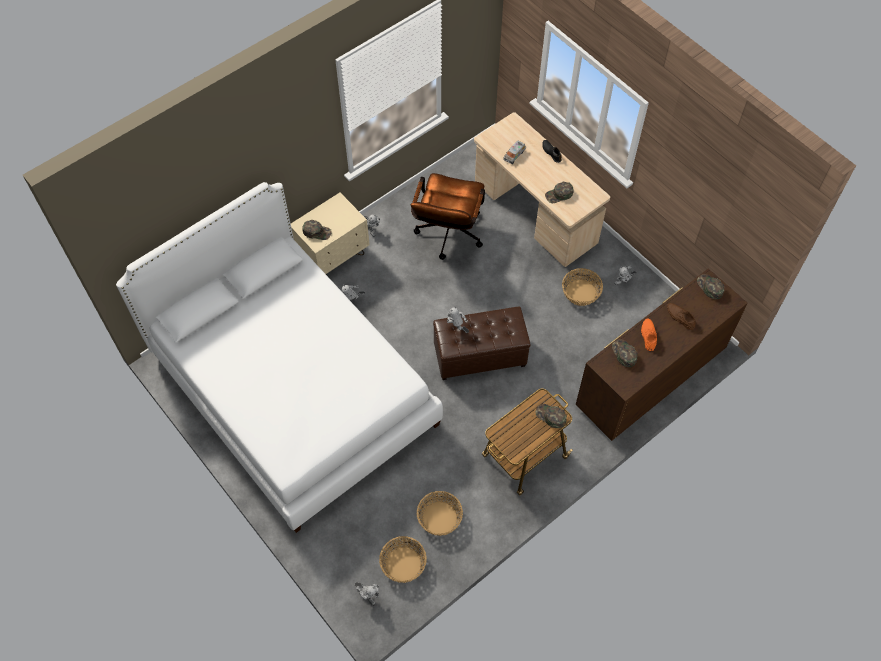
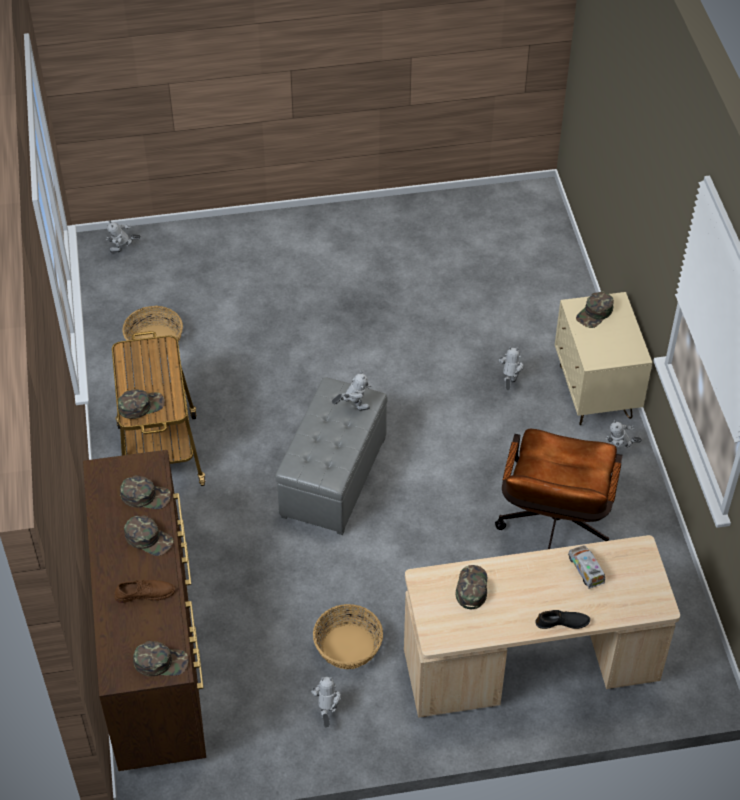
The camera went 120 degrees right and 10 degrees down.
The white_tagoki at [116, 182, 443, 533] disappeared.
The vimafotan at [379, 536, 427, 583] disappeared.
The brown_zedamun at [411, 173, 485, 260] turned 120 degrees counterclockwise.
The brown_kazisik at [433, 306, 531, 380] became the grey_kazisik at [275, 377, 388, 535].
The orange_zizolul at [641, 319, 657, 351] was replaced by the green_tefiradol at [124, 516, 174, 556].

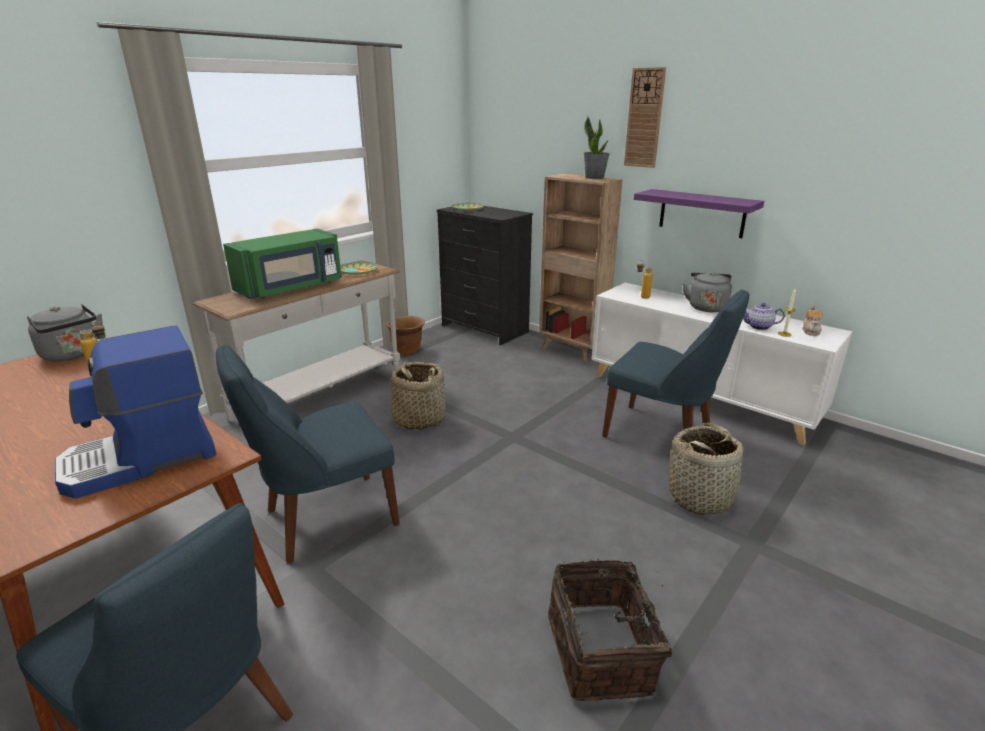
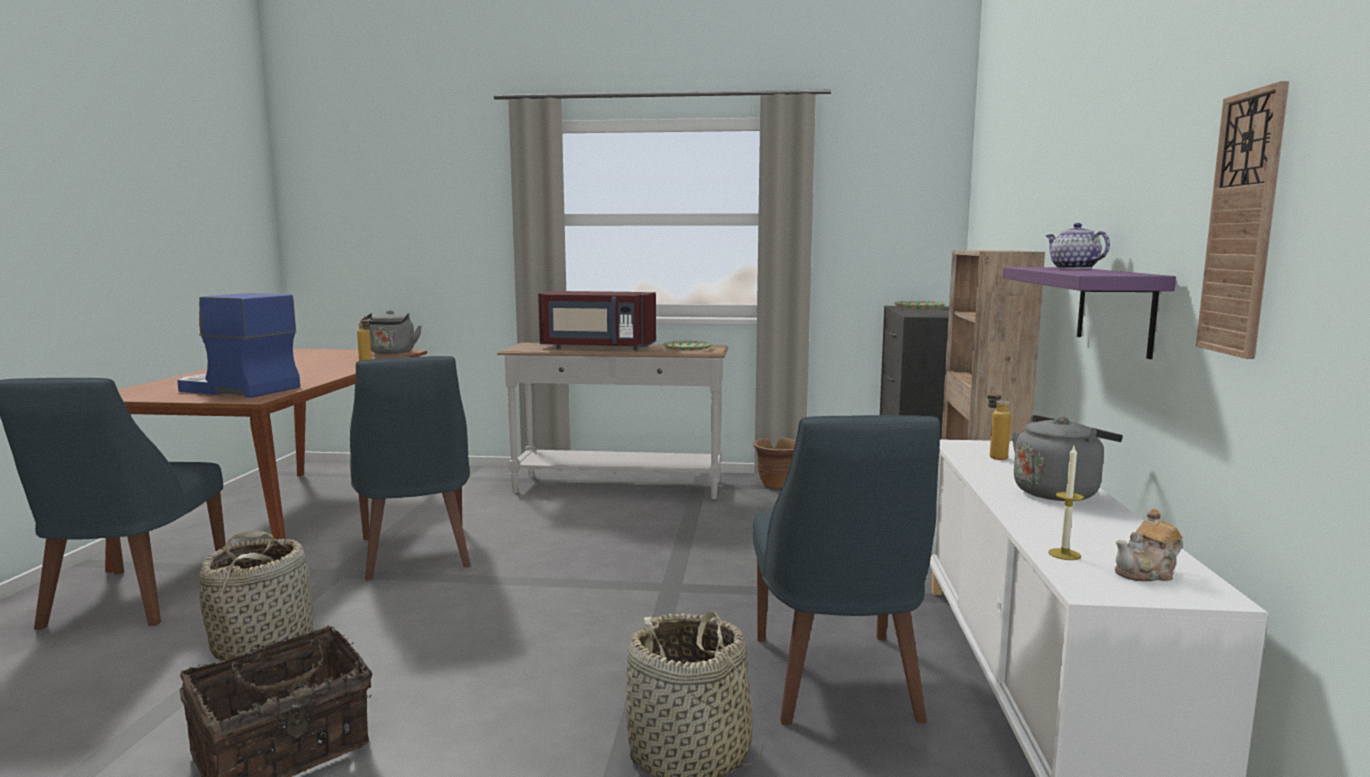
The camera went 55 degrees right and 15 degrees down.
The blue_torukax at [216, 344, 400, 564] turned 135 degrees counterclockwise.
The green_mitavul at [223, 228, 342, 299] became the red_mitavul at [538, 291, 656, 350].
The vimafotan moved from [391, 362, 446, 430] to [199, 531, 313, 661].
The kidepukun at [584, 116, 610, 179] disappeared.
The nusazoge moved from [624, 67, 666, 168] to [1196, 81, 1289, 359].
The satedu moved from [743, 303, 785, 330] to [1046, 223, 1110, 269].

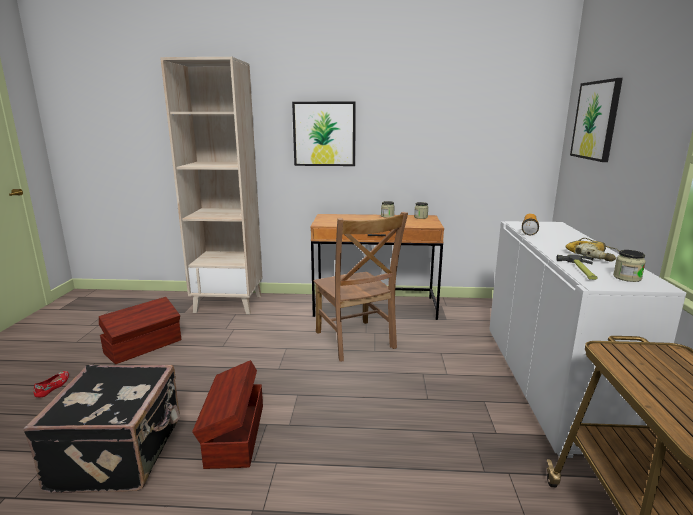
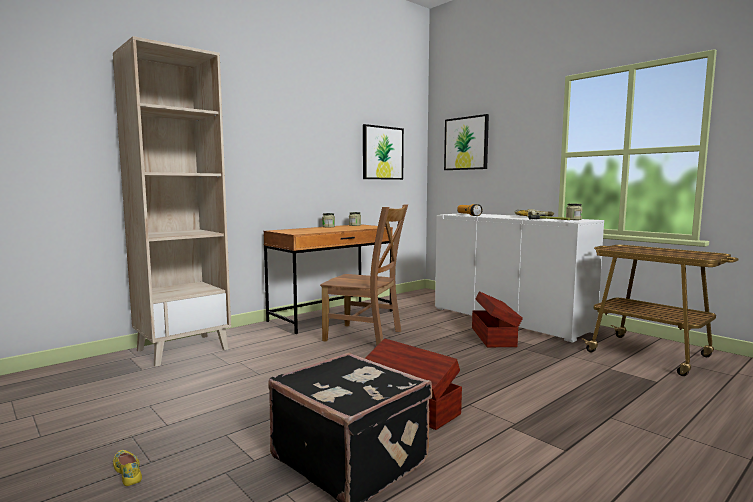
The camera went 45 degrees left and 10 degrees down.
The red_zizolul at [34, 371, 69, 397] became the yellow_zizolul at [113, 450, 142, 486].
The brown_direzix moved from [99, 297, 181, 364] to [472, 291, 523, 347].
The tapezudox moved from [292, 102, 356, 166] to [363, 124, 404, 180].

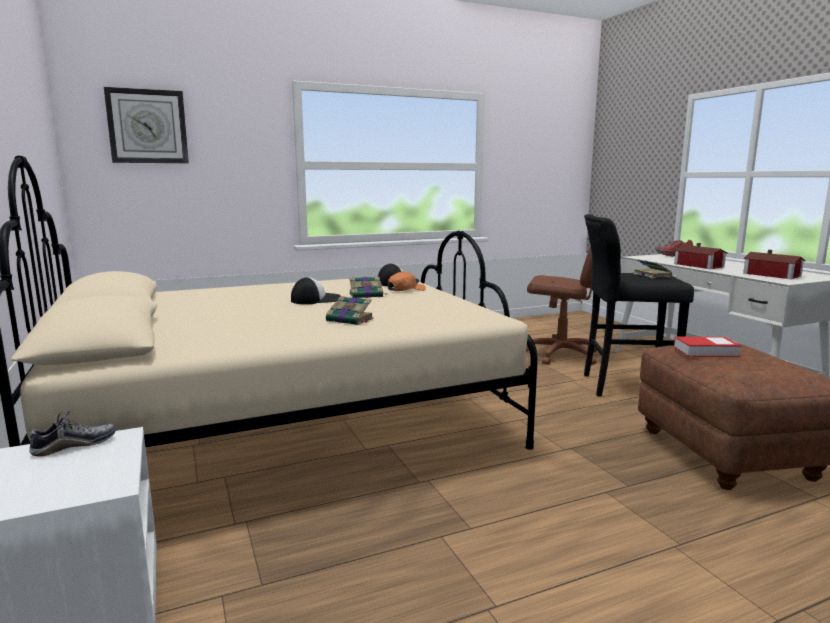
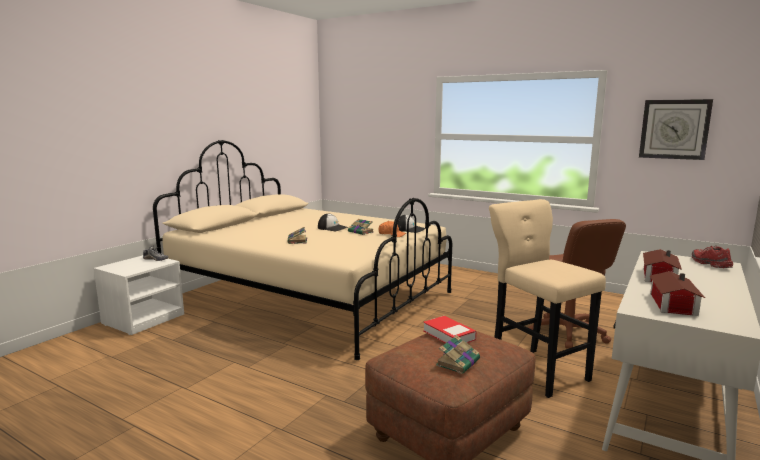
The camera went 55 degrees right and 0 degrees up.
The nusazoge moved from [104, 87, 189, 163] to [639, 99, 713, 160].
The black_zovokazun at [584, 214, 694, 397] became the beige_zovokazun at [489, 199, 606, 398].
The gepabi moved from [633, 259, 672, 279] to [436, 335, 480, 374].

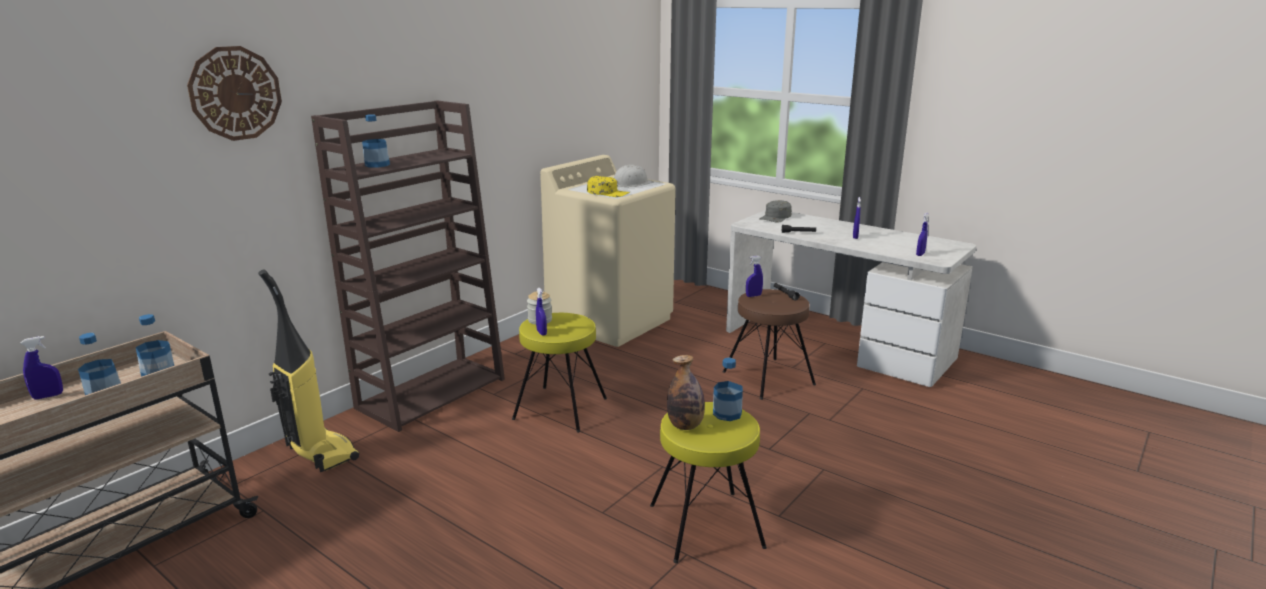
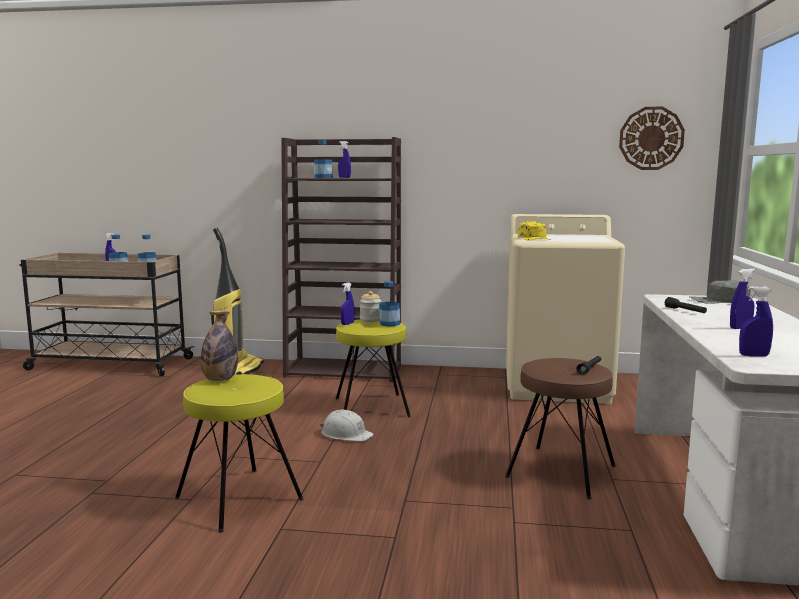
The camera went 60 degrees right and 10 degrees down.
The nusazoge moved from [187, 46, 282, 141] to [619, 107, 685, 170].
The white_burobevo moved from [614, 165, 654, 187] to [320, 410, 374, 442].
The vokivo moved from [713, 357, 743, 421] to [379, 281, 400, 326].
The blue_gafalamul moved from [746, 256, 763, 297] to [338, 141, 351, 178].

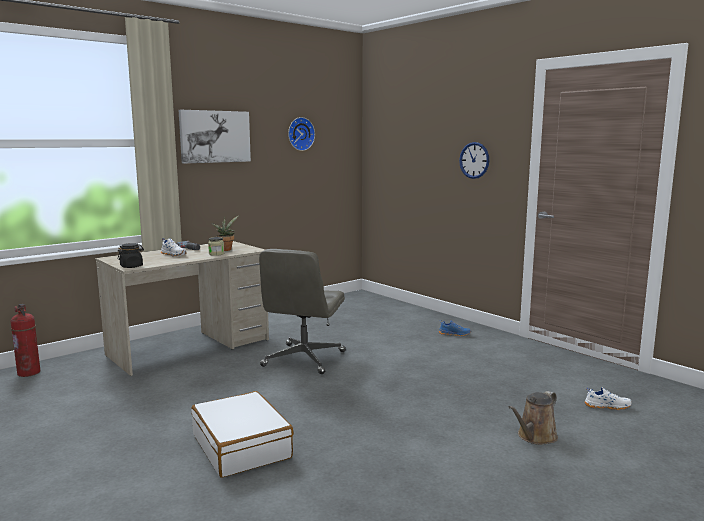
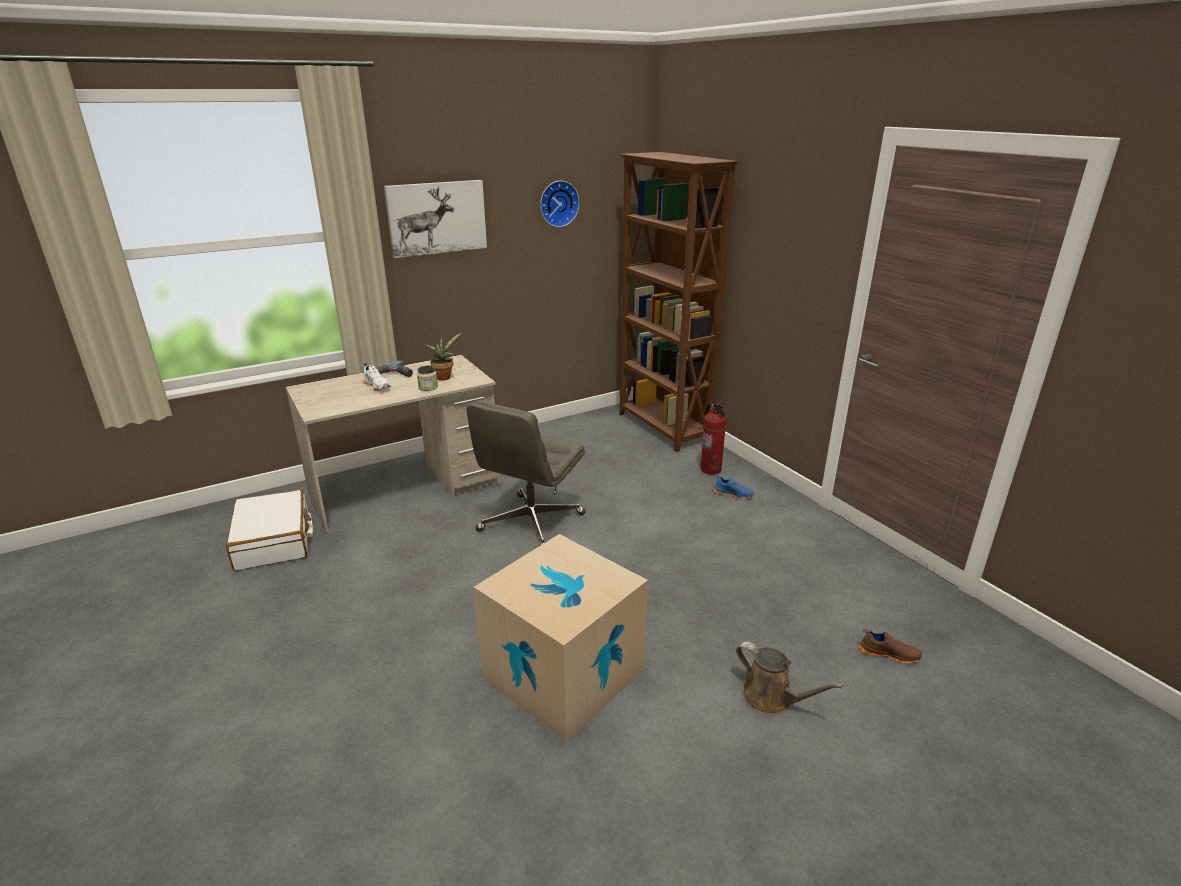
The camera went 10 degrees right and 15 degrees up.
The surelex moved from [11, 304, 40, 377] to [700, 403, 726, 475].
The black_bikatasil at [118, 243, 144, 268] disappeared.
The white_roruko moved from [191, 391, 294, 478] to [226, 489, 313, 571].
The nusazoge at [459, 142, 489, 179] disappeared.
The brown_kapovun at [508, 391, 558, 445] turned 105 degrees counterclockwise.
The white_zizolul at [584, 388, 632, 410] became the brown_zizolul at [859, 629, 922, 664].
The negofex at [474, 534, 648, 742] appeared.
The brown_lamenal at [619, 152, 739, 452] appeared.

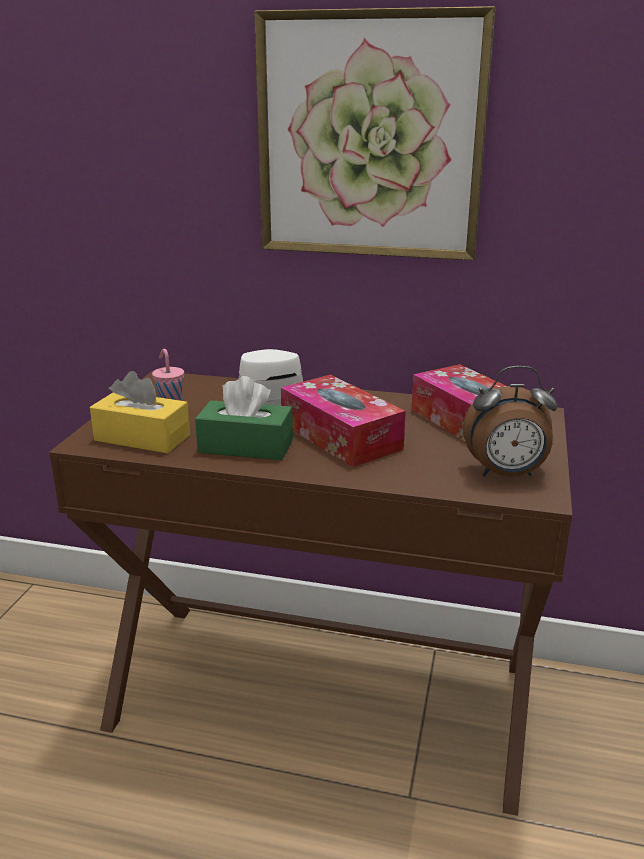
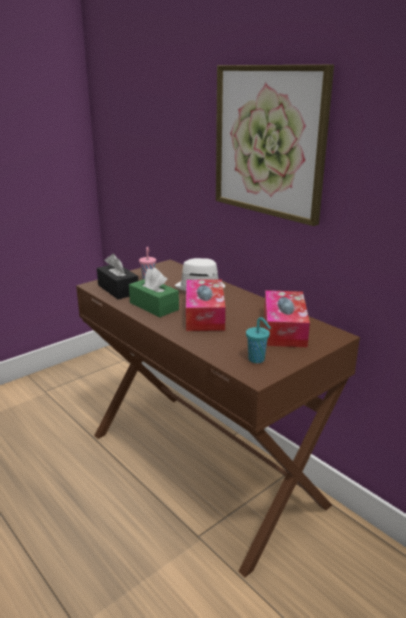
The camera went 35 degrees right and 0 degrees up.
The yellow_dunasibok at [90, 371, 190, 453] became the black_dunasibok at [97, 254, 138, 299].
The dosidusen at [463, 366, 558, 477] was replaced by the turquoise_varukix at [246, 317, 271, 363].

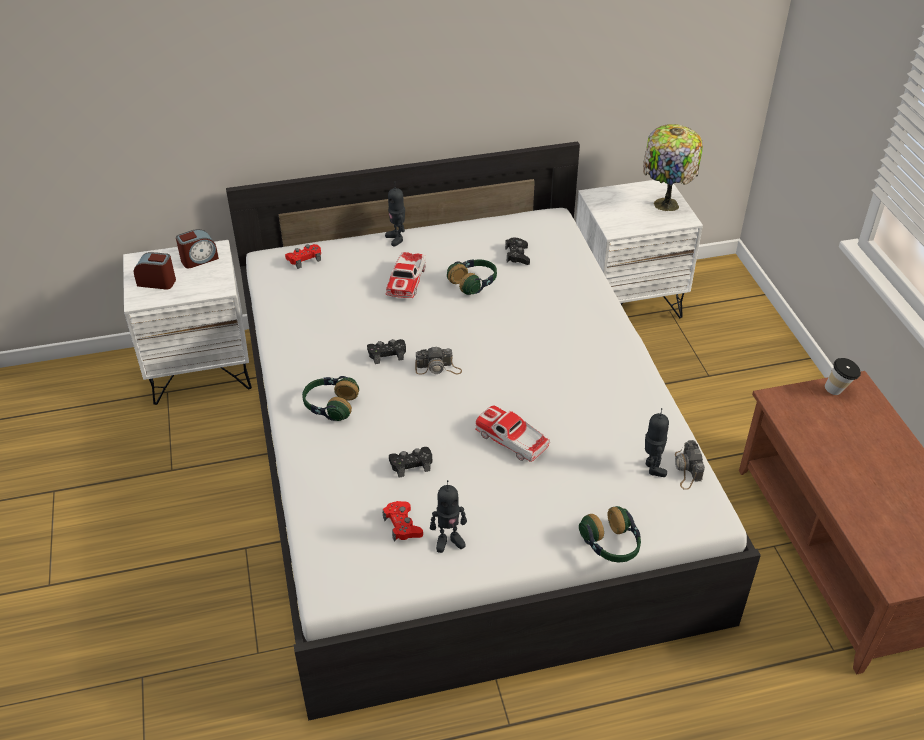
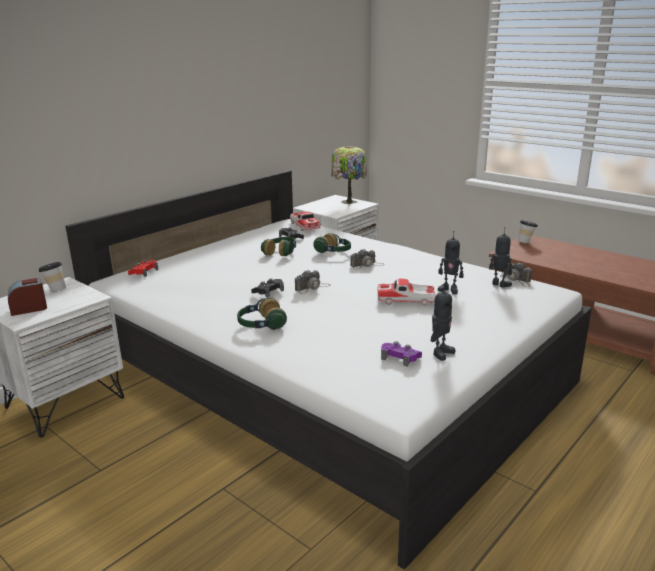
The camera went 35 degrees left and 20 degrees down.
The dosidusen at [176, 229, 219, 269] was replaced by the varukix at [38, 262, 66, 292].
The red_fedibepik at [383, 501, 423, 542] became the purple_fedibepik at [381, 341, 422, 367].
The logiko moved from [385, 182, 405, 246] to [438, 231, 463, 294].
The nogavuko moved from [385, 252, 426, 298] to [290, 212, 321, 231].
The black_fedibepik at [389, 447, 432, 478] disappeared.
The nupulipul moved from [579, 506, 641, 563] to [313, 233, 351, 253].
The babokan at [350, 249, 385, 269] appeared.

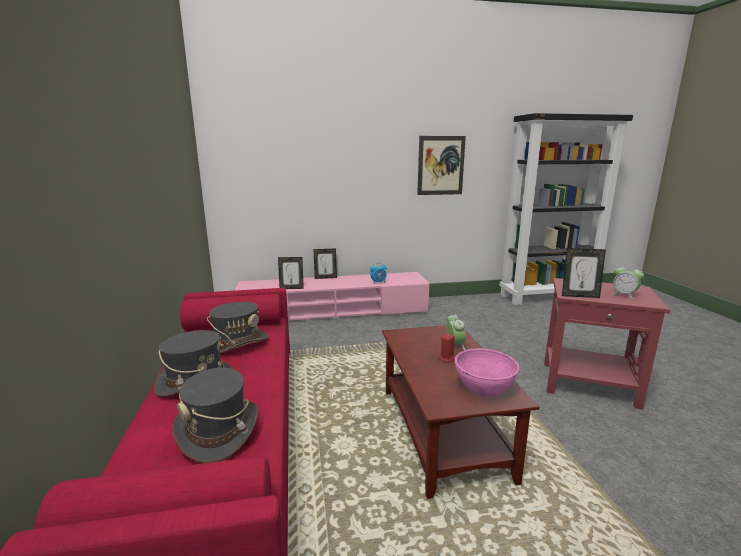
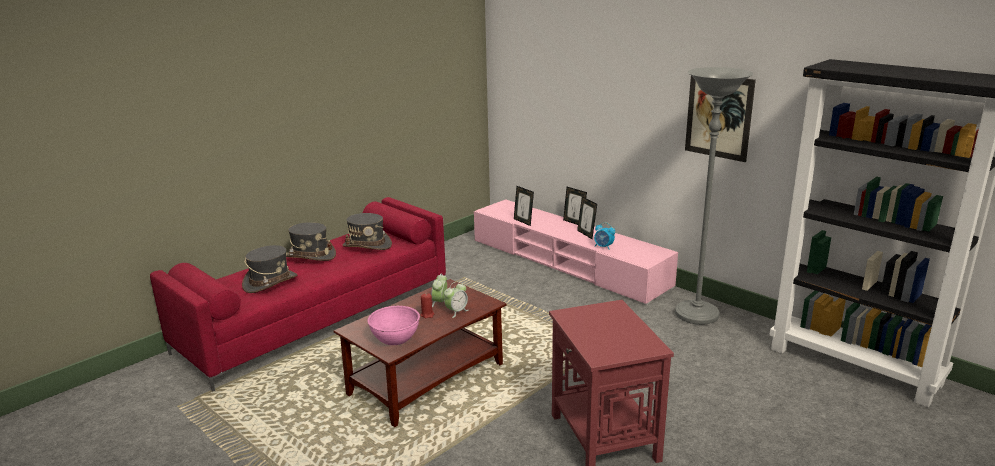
The camera went 55 degrees right and 5 degrees up.
The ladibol moved from [562, 248, 606, 298] to [577, 196, 597, 239].
The dosidusen moved from [613, 264, 644, 299] to [431, 274, 447, 307].
The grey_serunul at [675, 67, 753, 325] appeared.

